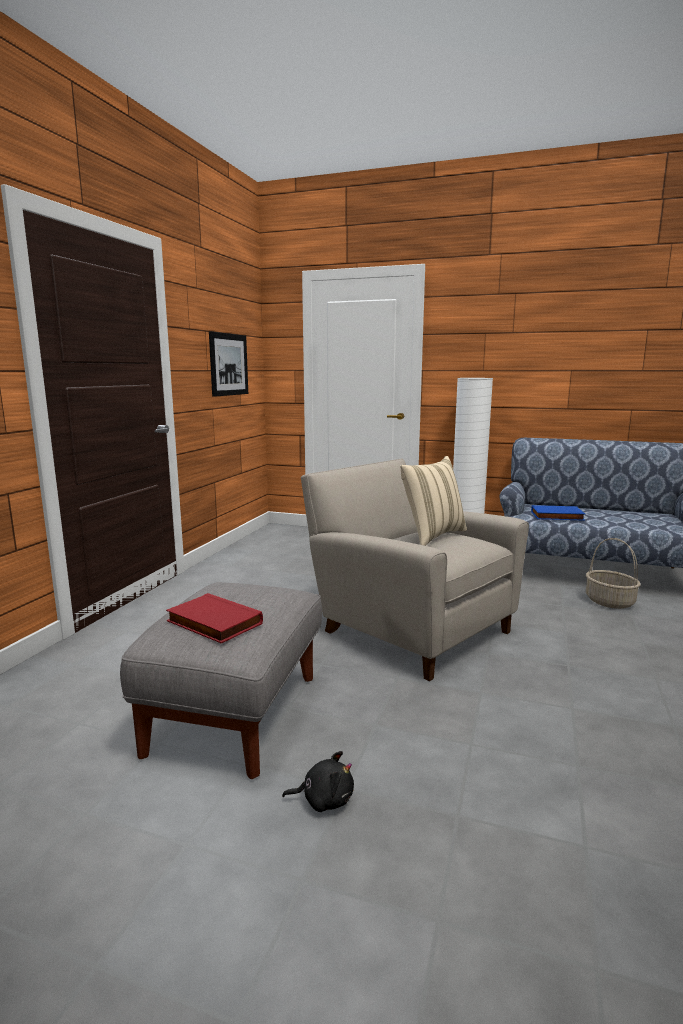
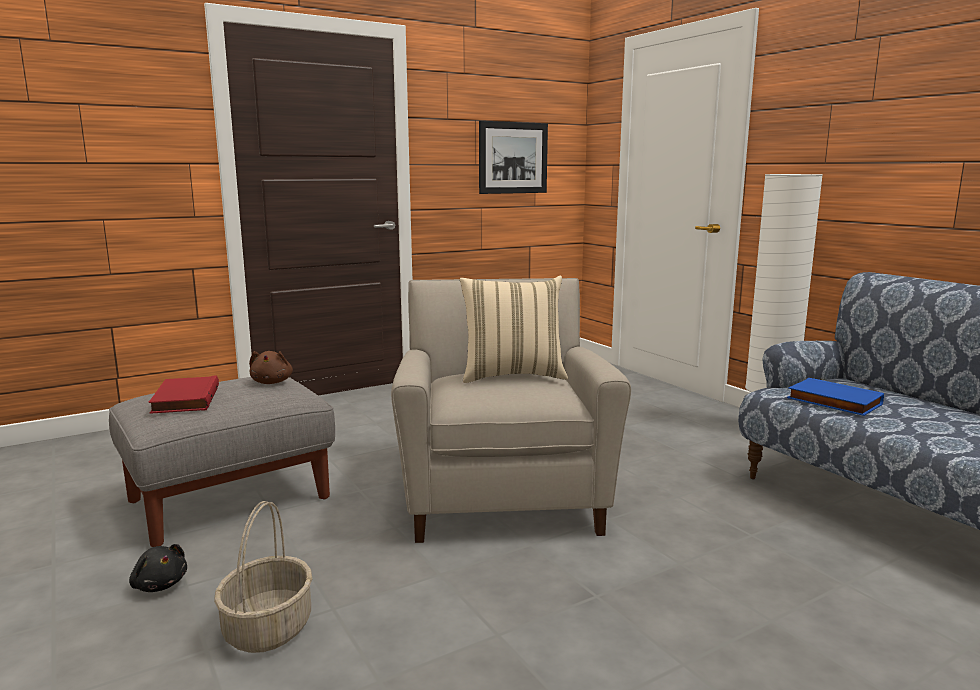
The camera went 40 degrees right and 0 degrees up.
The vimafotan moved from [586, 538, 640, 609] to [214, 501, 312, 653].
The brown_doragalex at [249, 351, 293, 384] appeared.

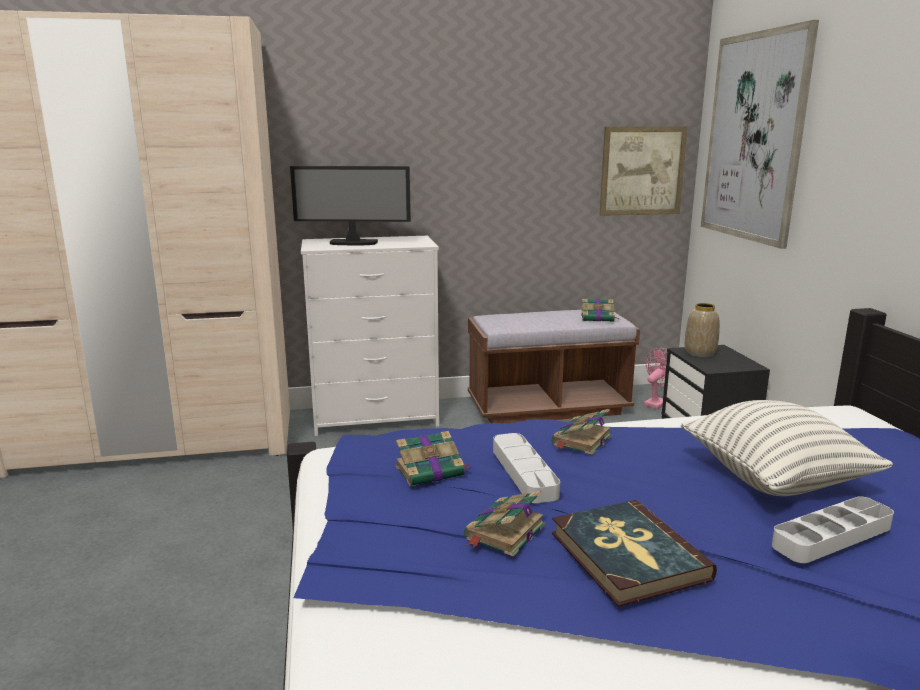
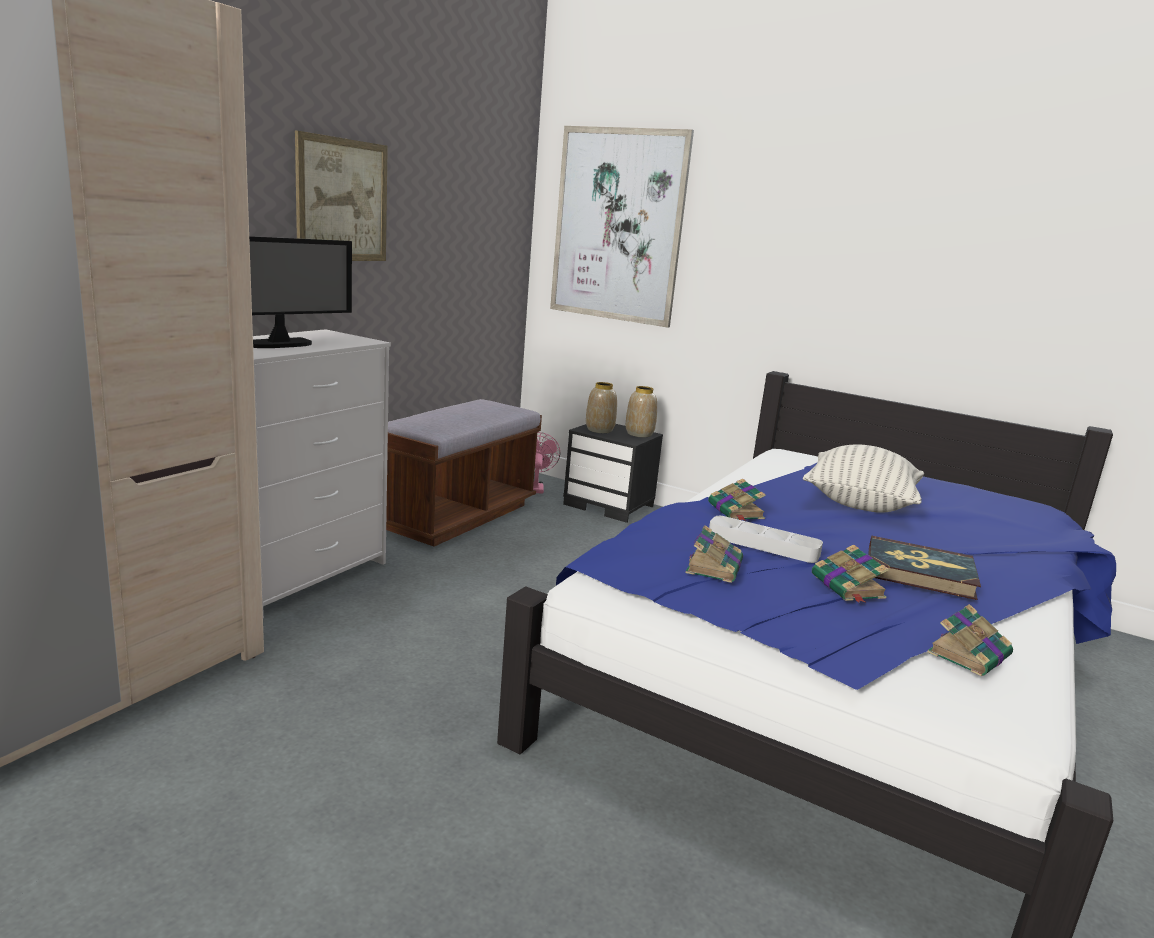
The camera went 50 degrees left and 0 degrees up.
The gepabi moved from [581, 299, 619, 322] to [927, 604, 1013, 676].
The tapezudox moved from [599, 126, 688, 216] to [295, 131, 388, 261].
The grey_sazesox at [772, 497, 894, 563] disappeared.
The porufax at [626, 386, 657, 437] appeared.

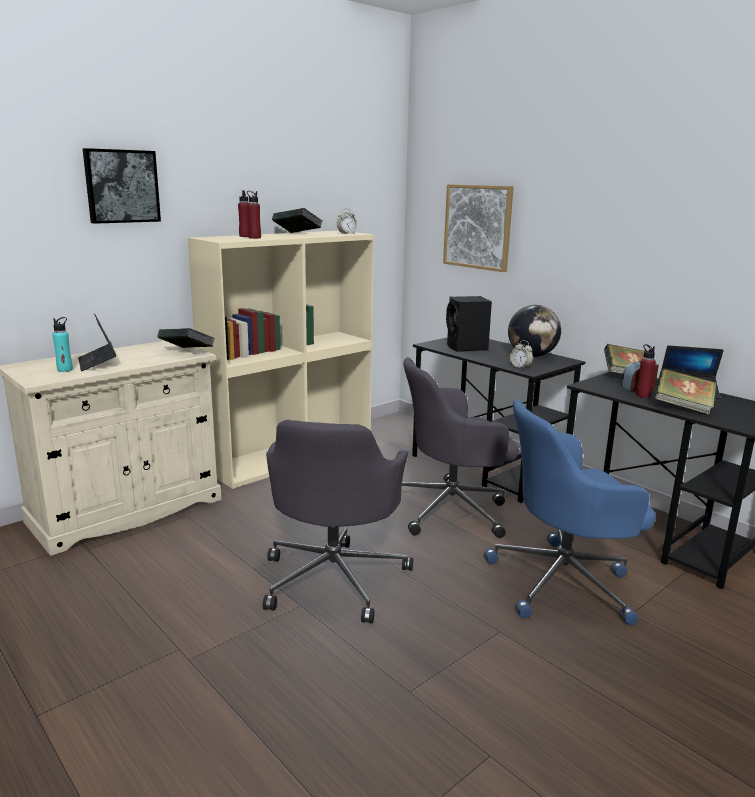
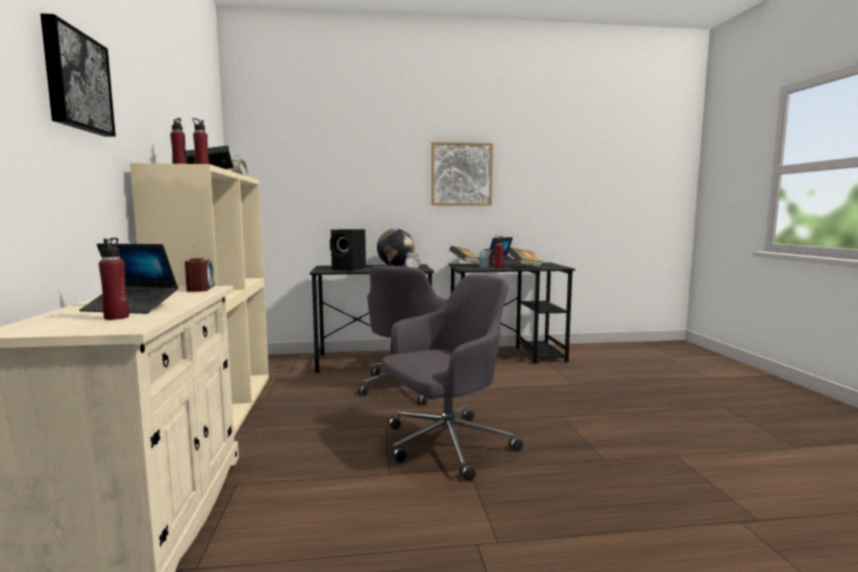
The camera went 55 degrees left and 10 degrees down.
The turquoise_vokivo at [52, 317, 73, 372] became the red_vokivo at [99, 238, 129, 320].
The gepabi at [157, 328, 215, 348] was replaced by the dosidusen at [185, 258, 214, 292].
The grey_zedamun at [263, 420, 413, 623] turned 75 degrees counterclockwise.
The tapezudox moved from [443, 184, 514, 272] to [431, 142, 493, 206].
The blue_zedamun at [484, 399, 655, 625] disappeared.

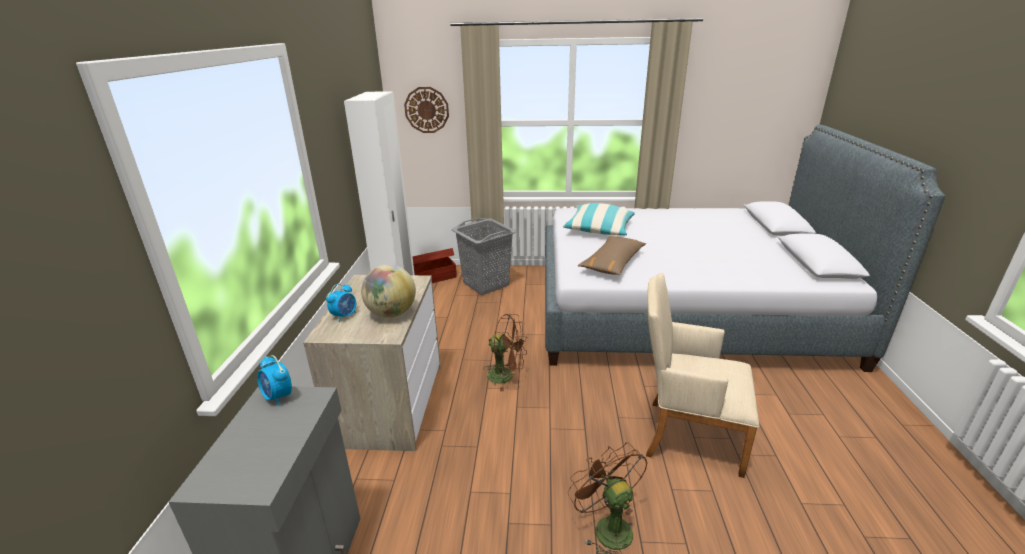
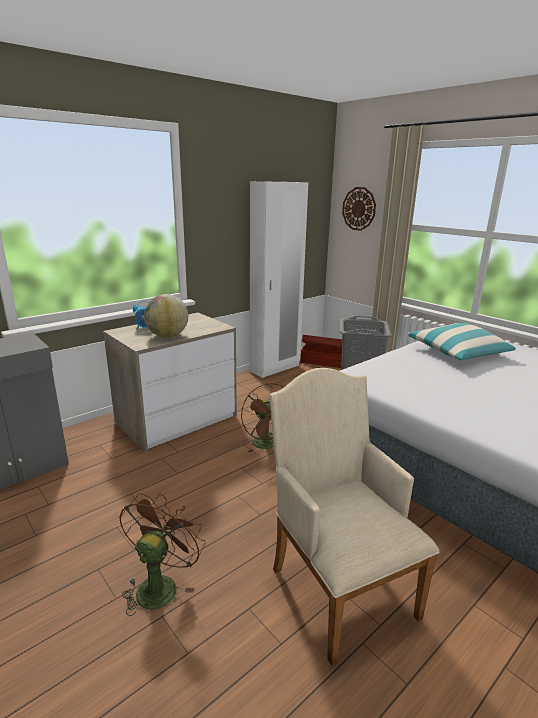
The camera went 45 degrees right and 5 degrees down.
The dosidusen at [257, 355, 292, 406] disappeared.
The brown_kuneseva at [578, 236, 646, 275] disappeared.

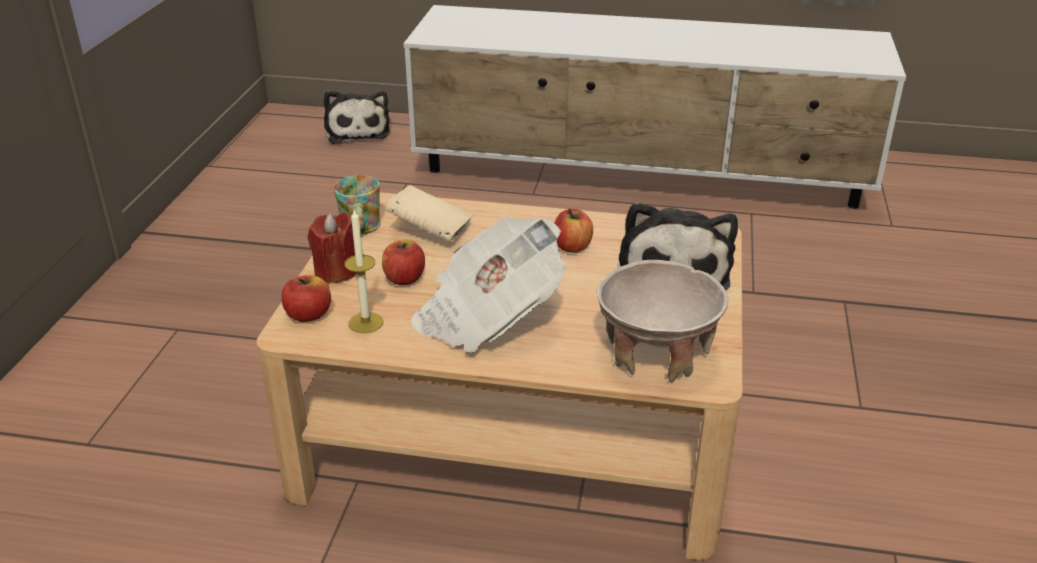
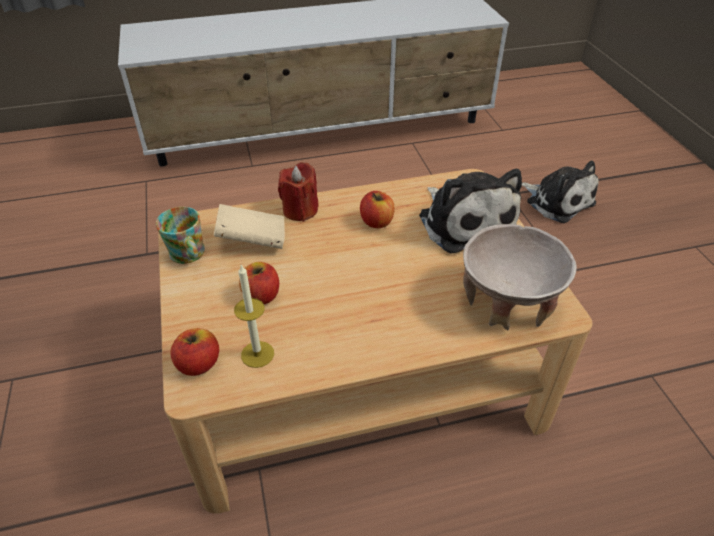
The camera went 25 degrees left and 10 degrees up.
The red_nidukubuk moved from [308, 212, 356, 284] to [278, 162, 318, 222].
The doragalex moved from [324, 90, 390, 144] to [522, 161, 599, 223].
The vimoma at [411, 217, 566, 353] disappeared.

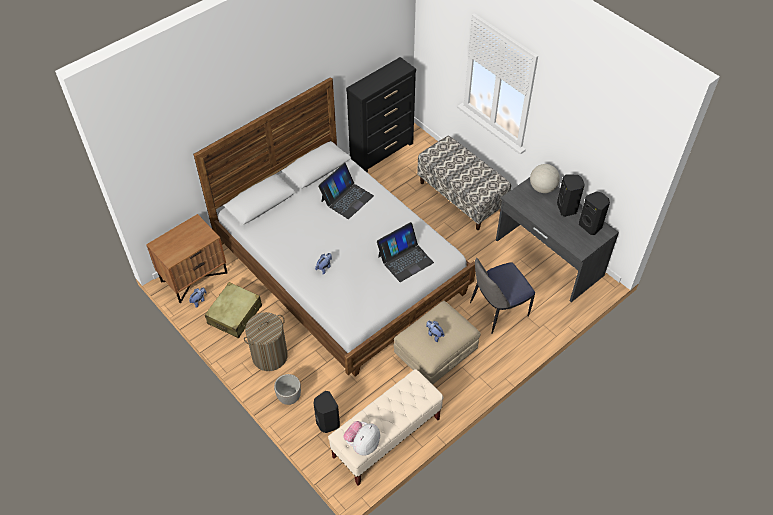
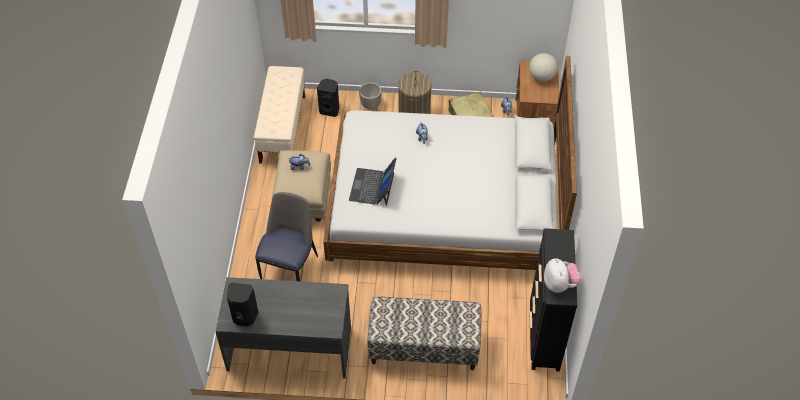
The camera went 135 degrees right and 0 degrees up.
The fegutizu at [318, 163, 374, 219] disappeared.
The doragalex moved from [343, 421, 380, 456] to [544, 258, 581, 293].
The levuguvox moved from [530, 164, 560, 193] to [529, 53, 558, 82].
The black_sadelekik at [557, 175, 585, 217] disappeared.

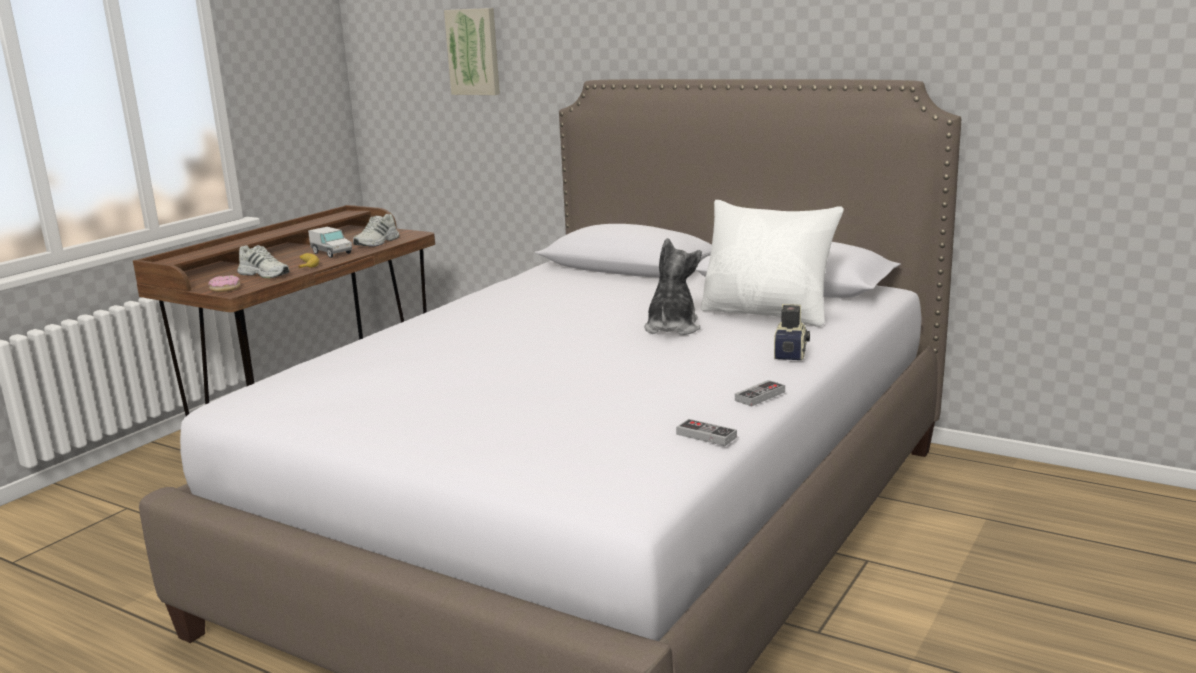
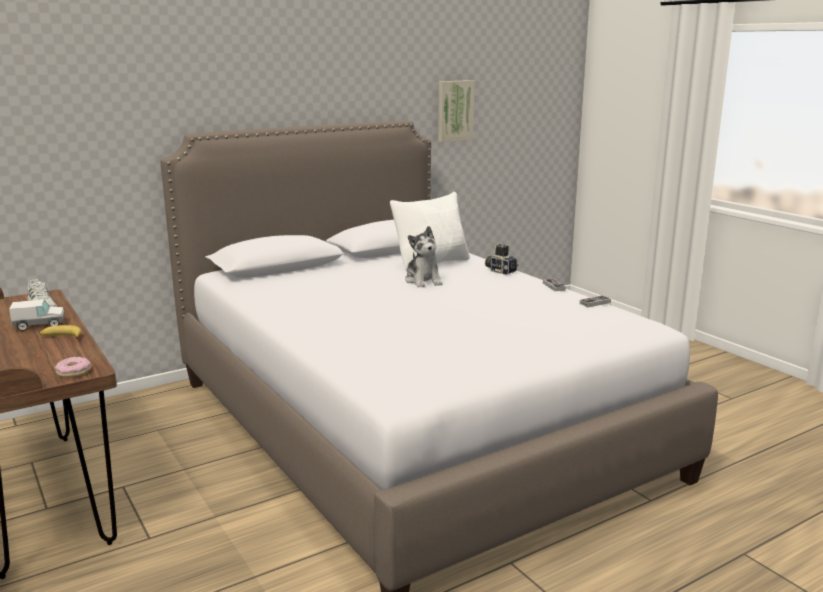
The camera went 65 degrees left and 0 degrees up.
The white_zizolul at [237, 245, 290, 278] disappeared.
The tapezudox moved from [444, 8, 500, 95] to [438, 80, 475, 142].
The doragalex at [644, 238, 702, 335] turned 150 degrees counterclockwise.

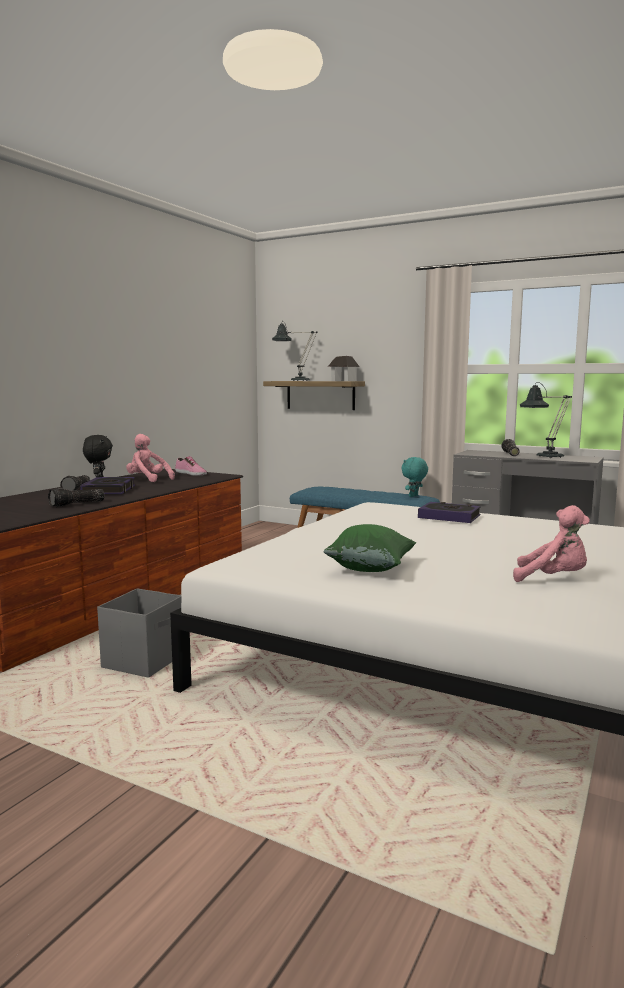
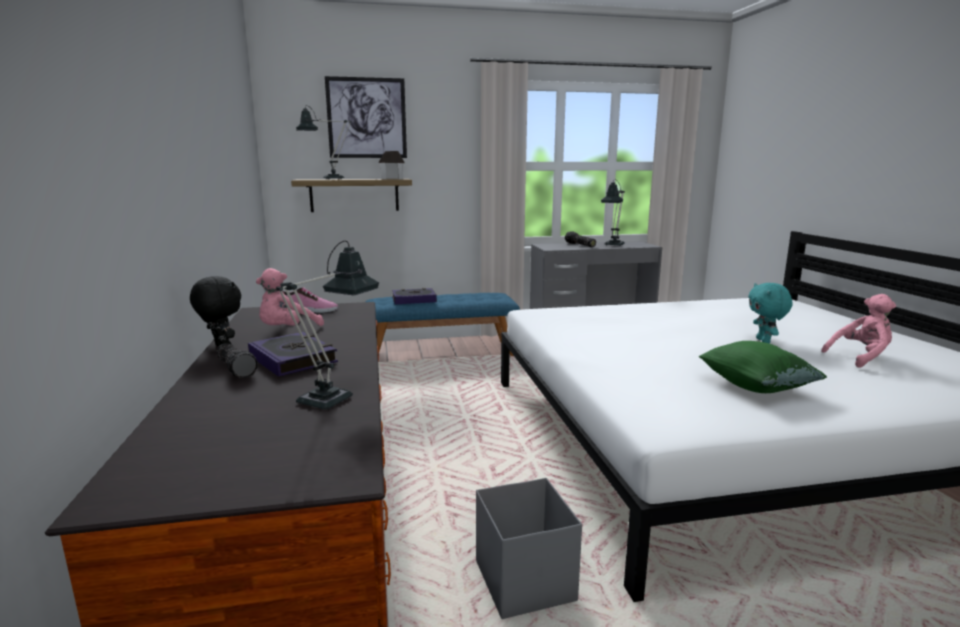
The camera went 40 degrees left and 5 degrees up.
The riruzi at [48, 488, 104, 507] was replaced by the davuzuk at [276, 241, 379, 410].
The pink_doragalex at [126, 434, 175, 482] turned 45 degrees counterclockwise.
The turquoise_doragalex moved from [402, 457, 428, 497] to [748, 283, 792, 344].
The gepabi moved from [418, 502, 481, 523] to [392, 288, 437, 304].
The tapezudox at [325, 76, 407, 158] appeared.

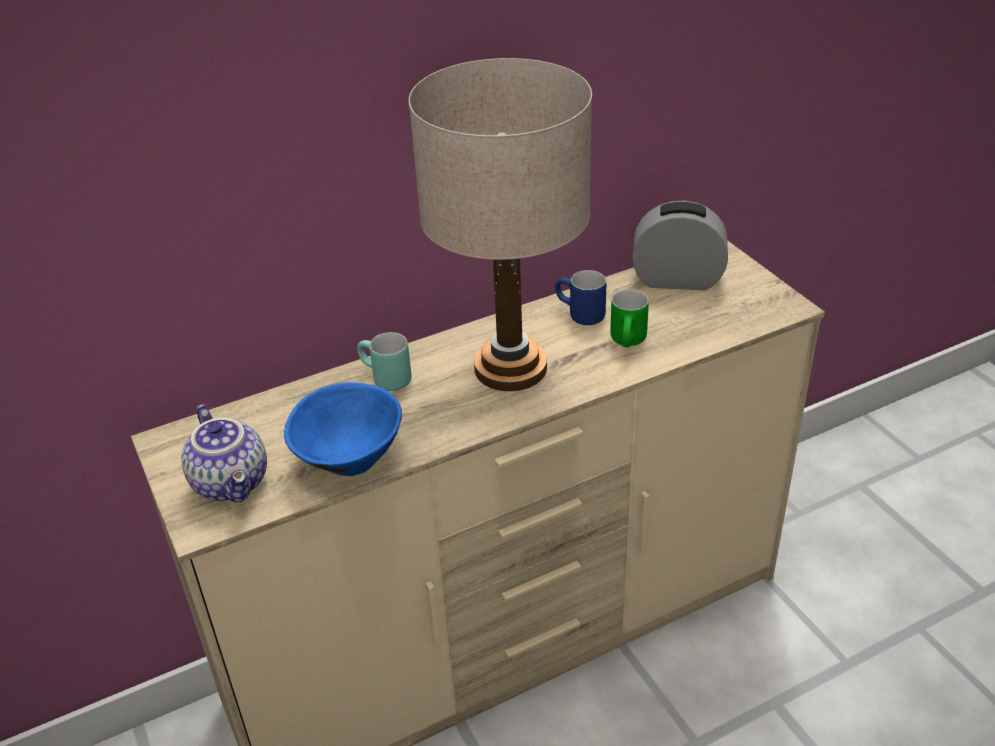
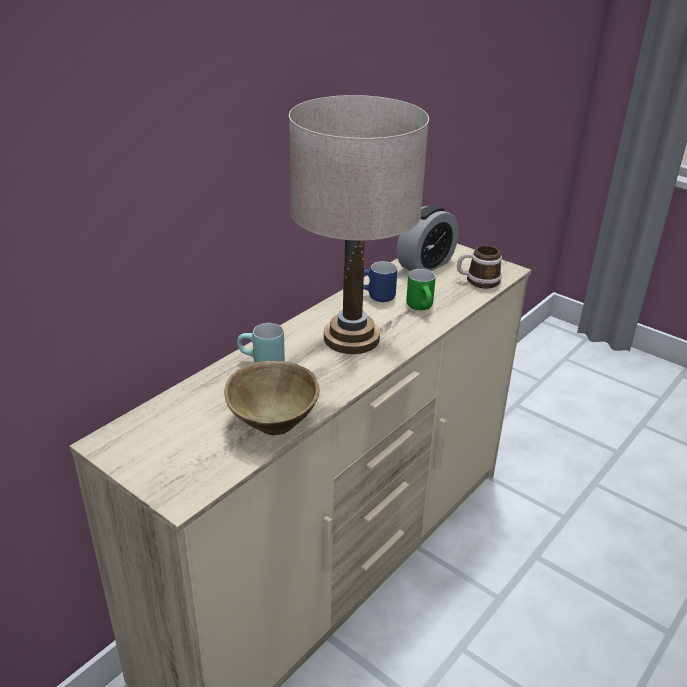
The camera went 25 degrees left and 5 degrees down.
The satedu at [181, 404, 267, 502] disappeared.
The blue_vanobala at [284, 382, 402, 476] became the brown_vanobala at [224, 361, 320, 435].
The dosidusen at [632, 201, 728, 291] turned 150 degrees clockwise.
The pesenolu at [457, 246, 502, 288] appeared.

